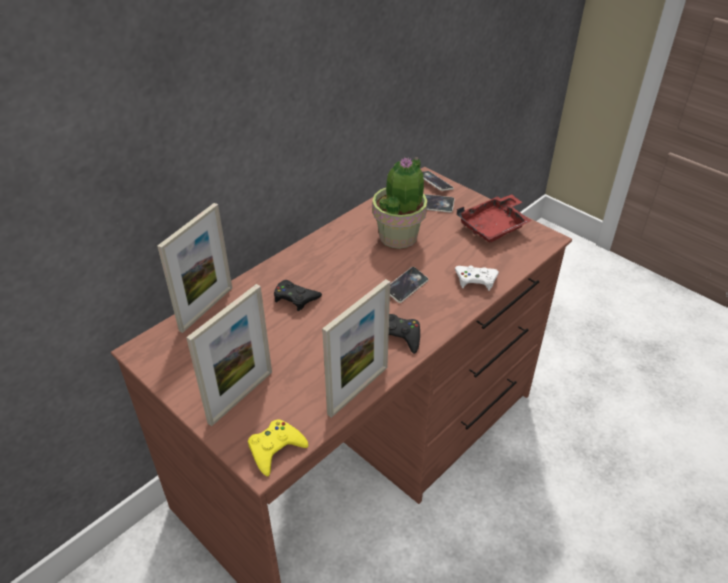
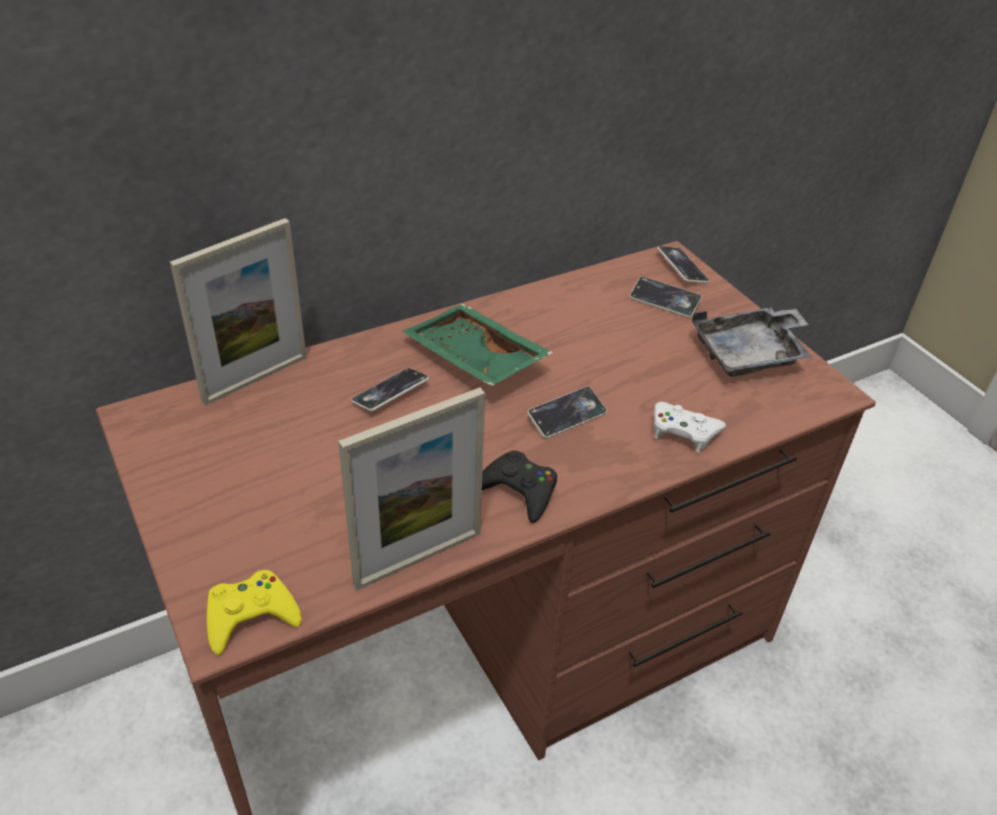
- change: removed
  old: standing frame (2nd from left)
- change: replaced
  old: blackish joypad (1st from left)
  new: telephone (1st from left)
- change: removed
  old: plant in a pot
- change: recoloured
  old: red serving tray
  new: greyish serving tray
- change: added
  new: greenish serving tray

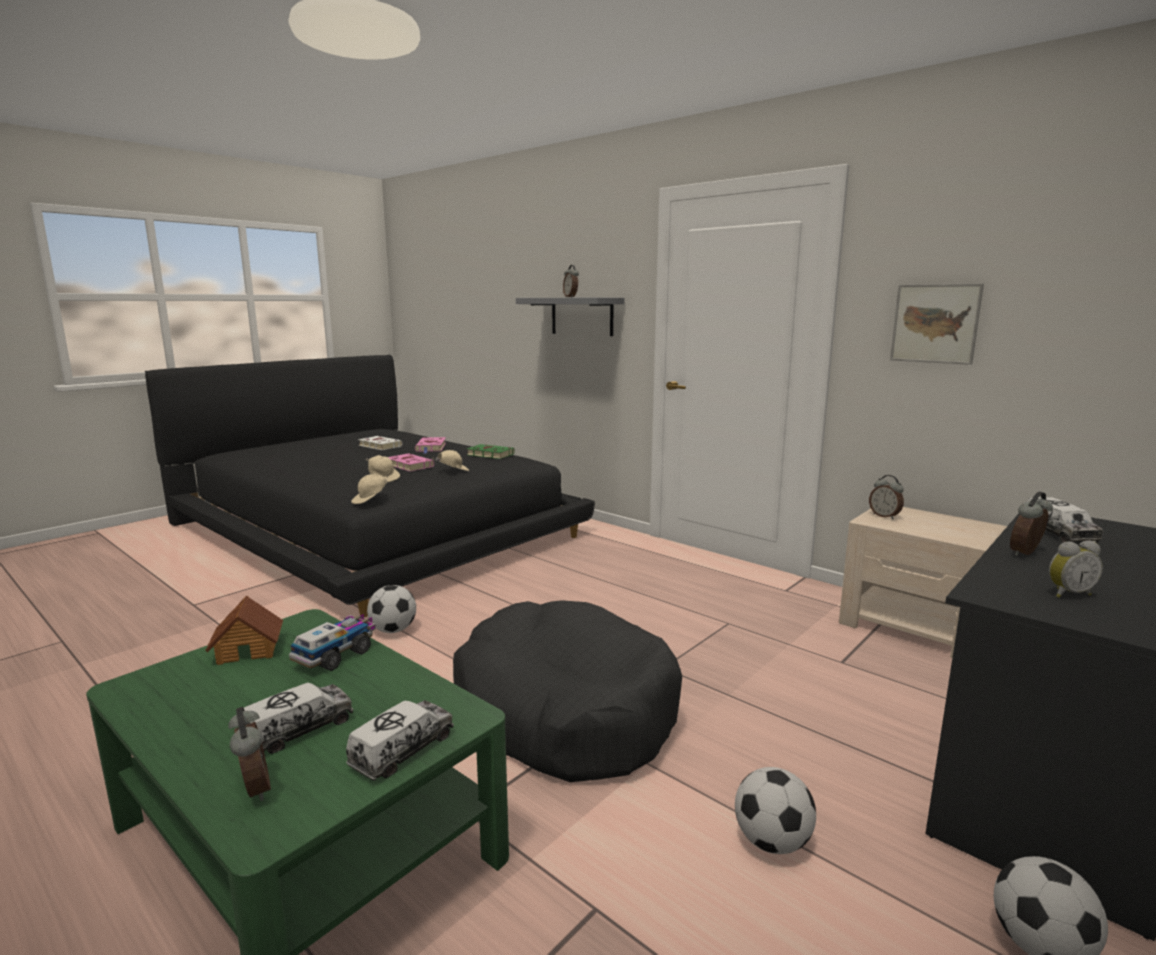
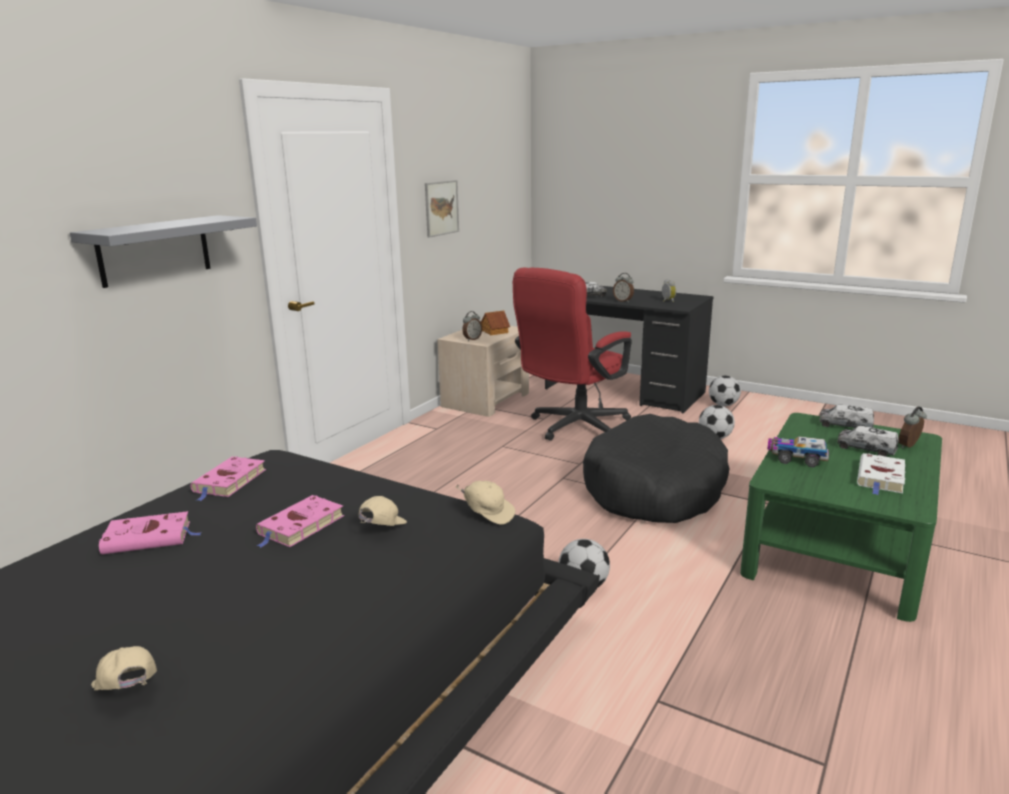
- change: moved
  old: toy house
- change: moved
  old: white-coloured volume
- change: moved
  old: beige-coloured peaked cap (3rd from left in the first image)
  new: beige-coloured peaked cap (1st from left)
- change: recoloured
  old: greenish volume
  new: pink-coloured volume (2nd from left)
- change: removed
  old: bedside clock (2nd from left)
- change: added
  new: red computer chair

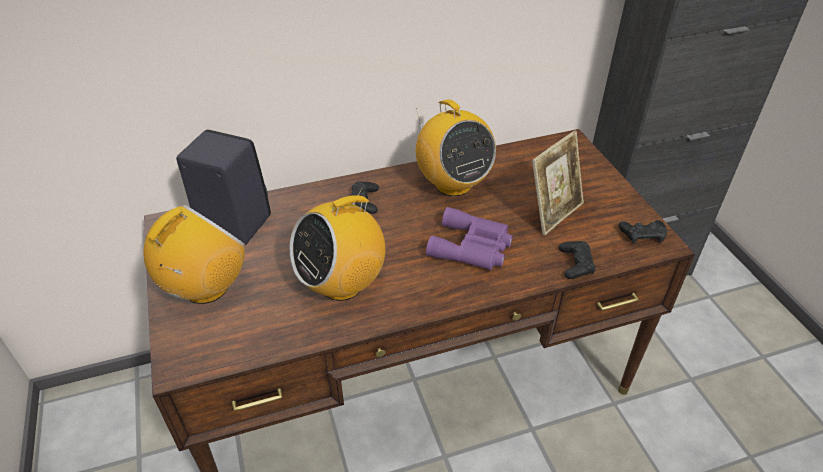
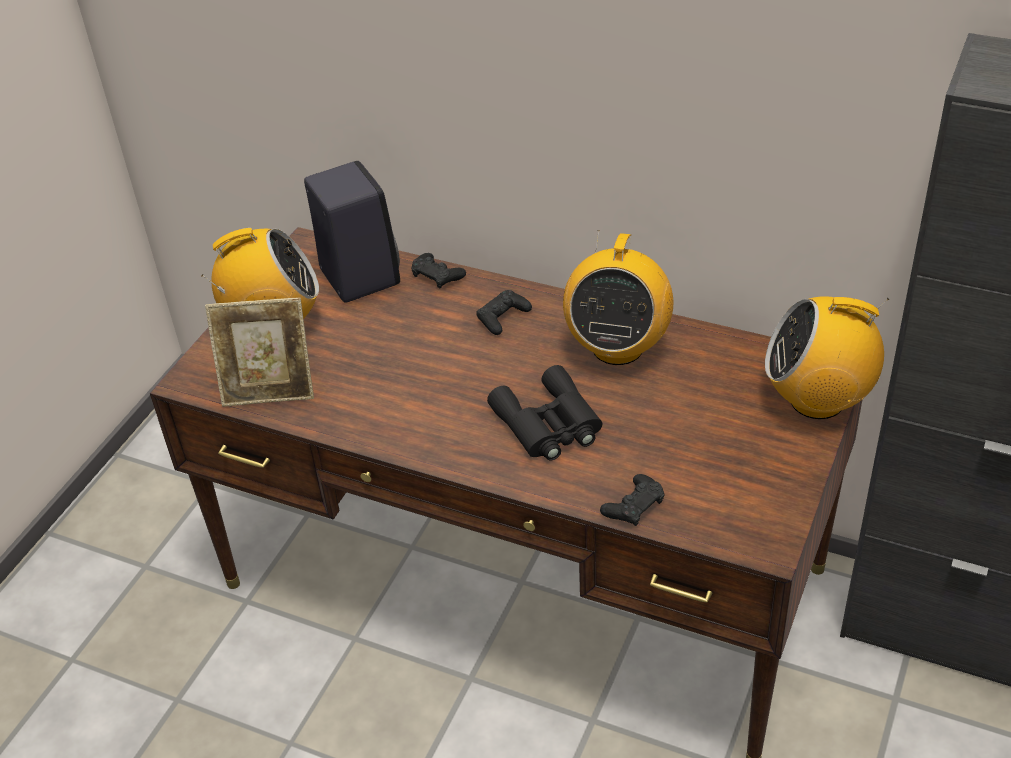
- change: moved
  old: radio set (2nd from left in the first image)
  new: radio set (3rd from left)
- change: recoloured
  old: purple-coloured pair of binoculars
  new: blackish pair of binoculars
- change: moved
  old: standing frame
- change: moved
  old: blackish joypad (3rd from left in the first image)
  new: blackish joypad (1st from left)

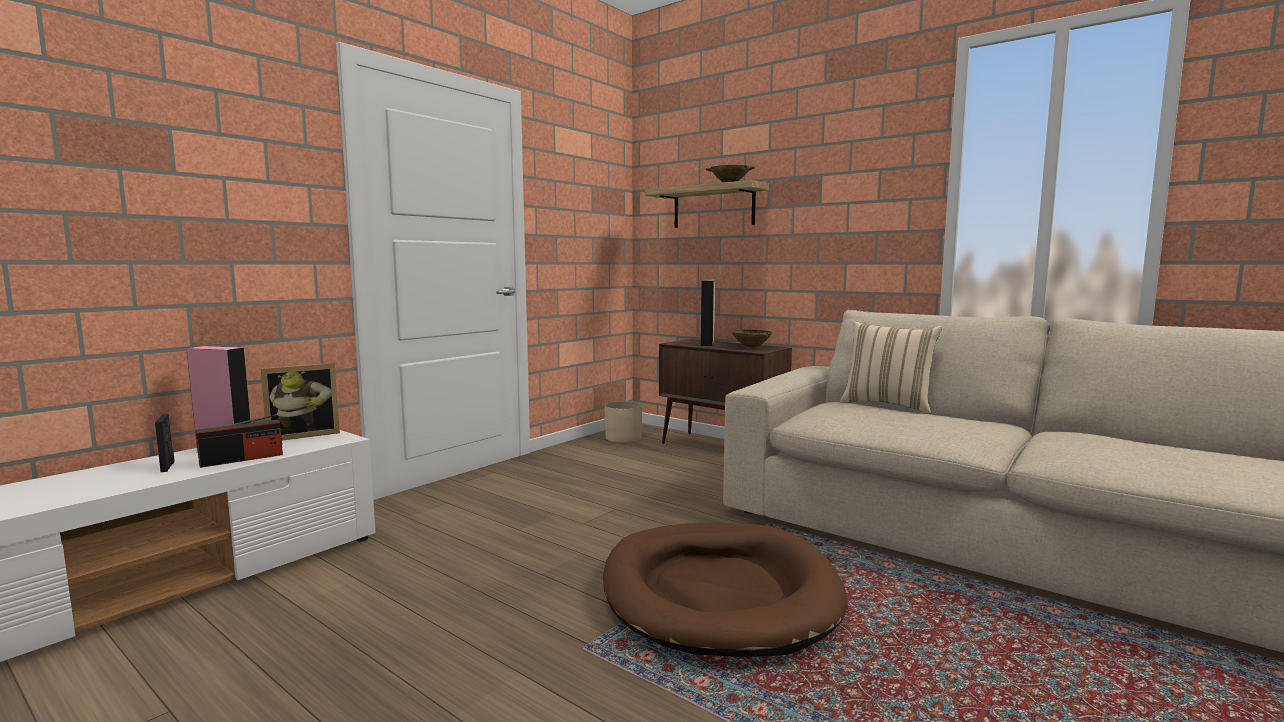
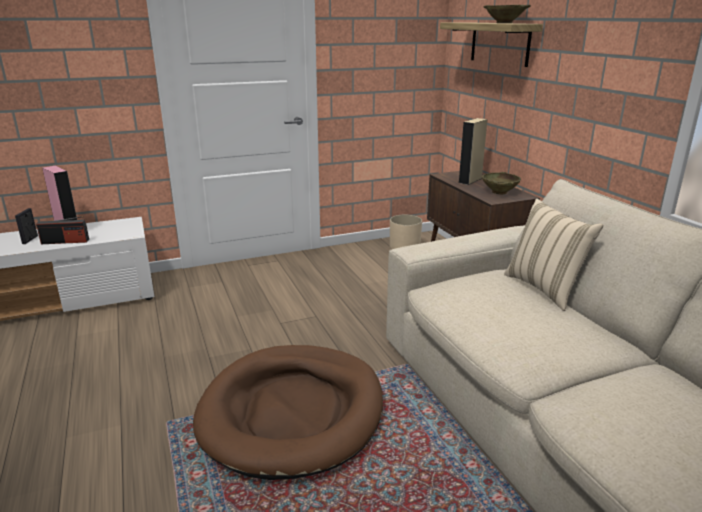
- change: removed
  old: standing frame (2nd from left)

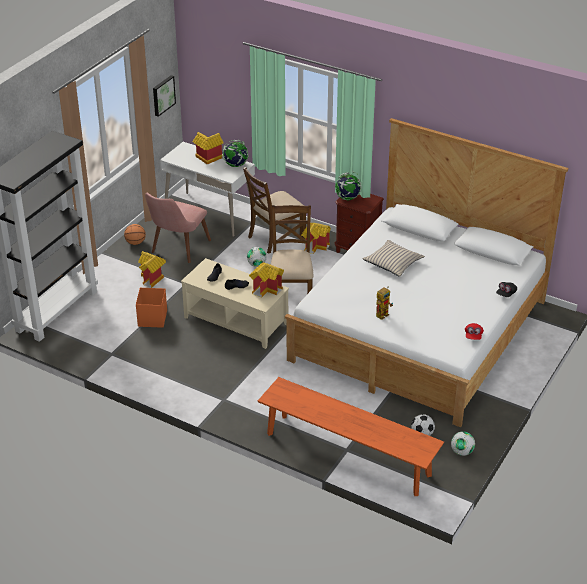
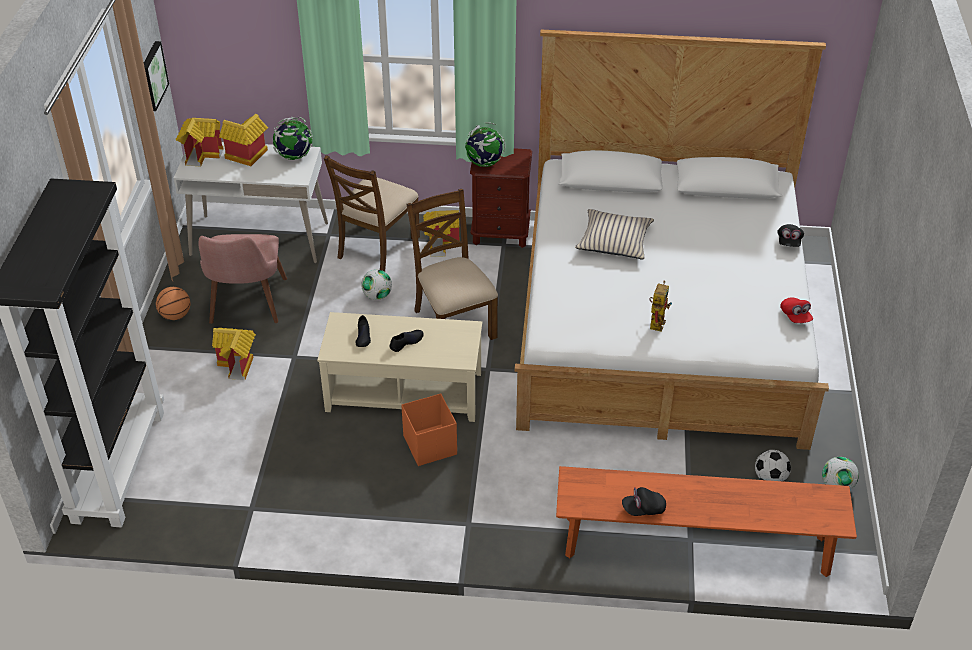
- change: moved
  old: orange storage bin
- change: moved
  old: toy house (3rd from left in the first image)
  new: toy house (1st from left)
- change: added
  new: blackish peaked cap (1st from left)

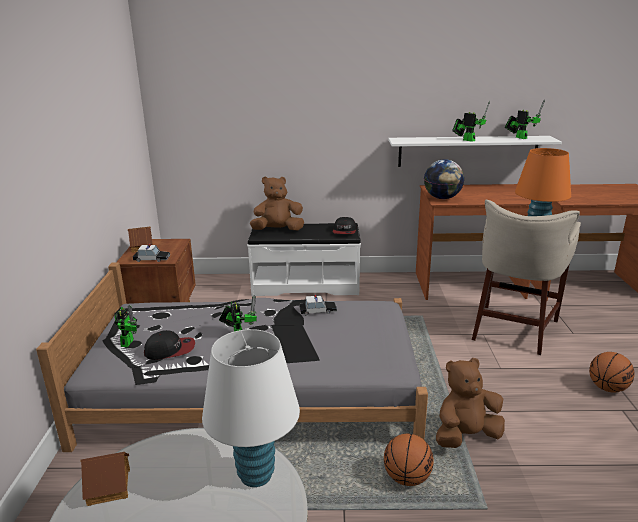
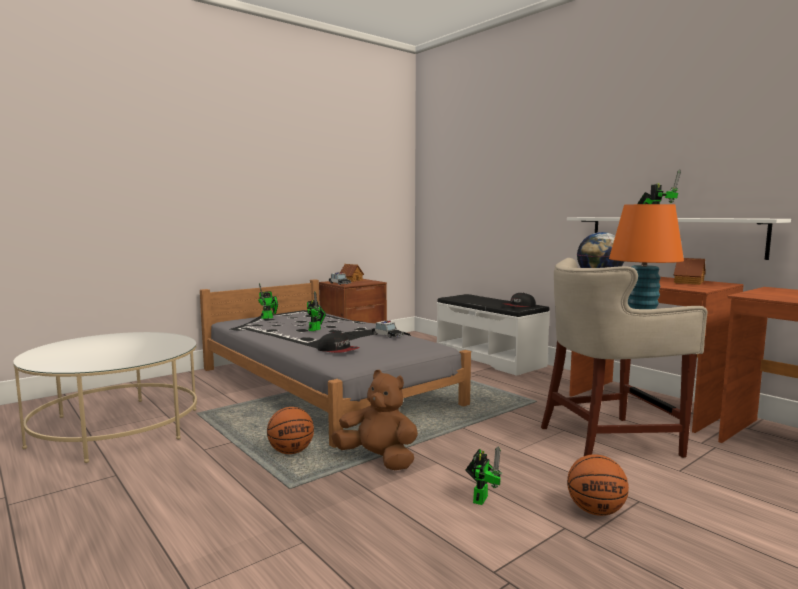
- change: moved
  old: toy house (1st from left in the first image)
  new: toy house (2nd from left)
- change: moved
  old: peaked cap (1st from left)
- change: removed
  old: white-coloured tabletop lamp
- change: removed
  old: brown-coloured cuddly toy (1st from left)
- change: moved
  old: robot figure (4th from left in the first image)
  new: robot figure (3rd from left)

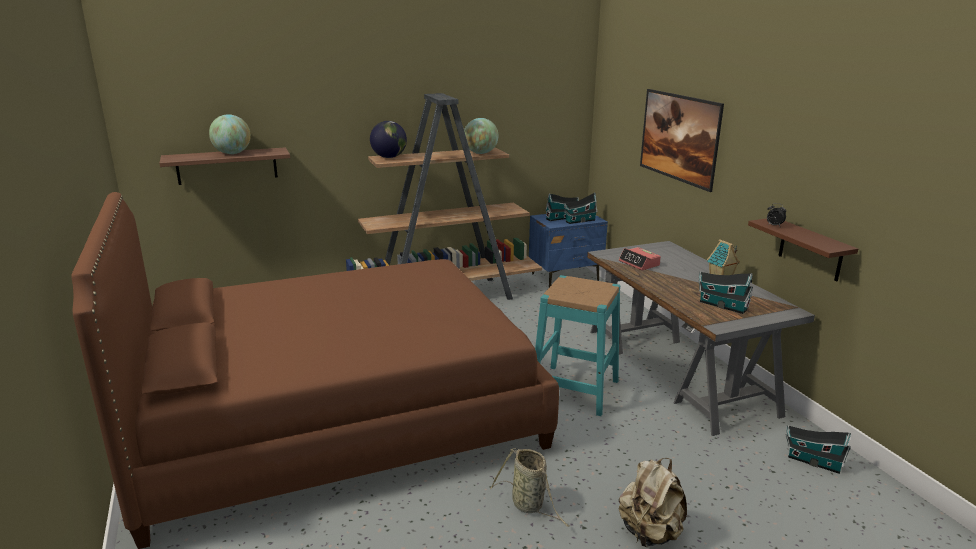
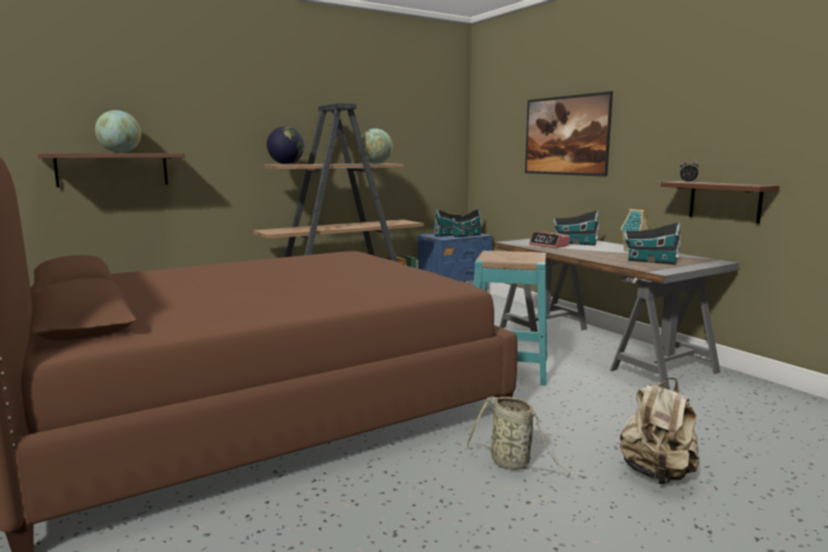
- change: moved
  old: toy house (5th from left in the first image)
  new: toy house (3rd from left)

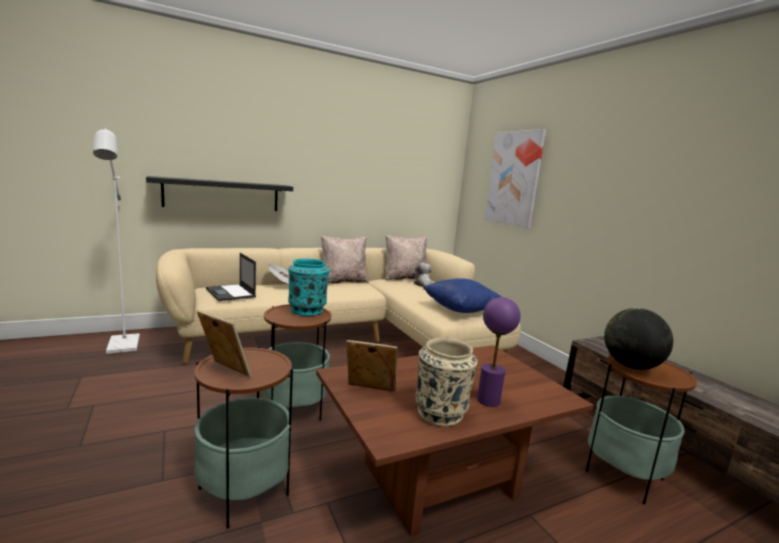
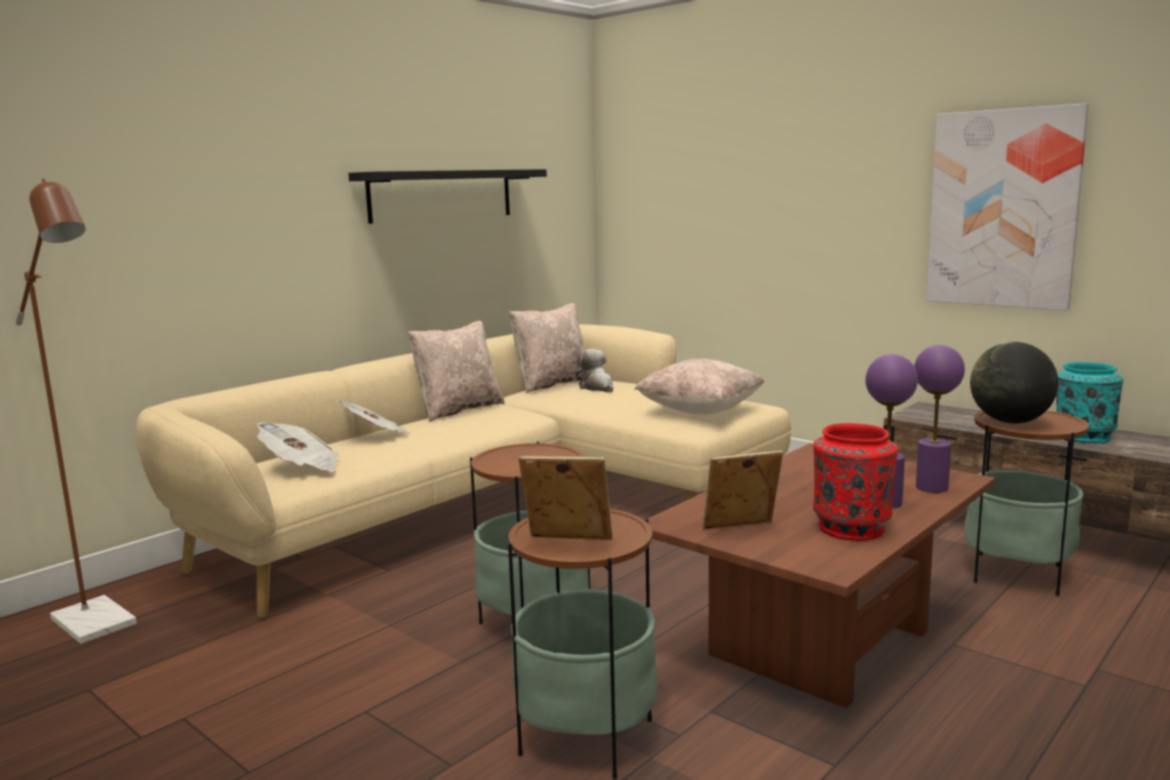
- change: recoloured
  old: white-coloured floor lamp
  new: brown-coloured floor lamp
- change: moved
  old: blackish bracket shelf
- change: replaced
  old: laptop
  new: newspaper (1st from left)
- change: moved
  old: blue-green flower vase
- change: recoloured
  old: beige-coloured flower vase
  new: red flower vase
- change: recoloured
  old: blue-coloured cushion
  new: beige-coloured cushion (3rd from left)
- change: moved
  old: wall art
- change: added
  new: purple-coloured tabletop lamp (2nd from left)

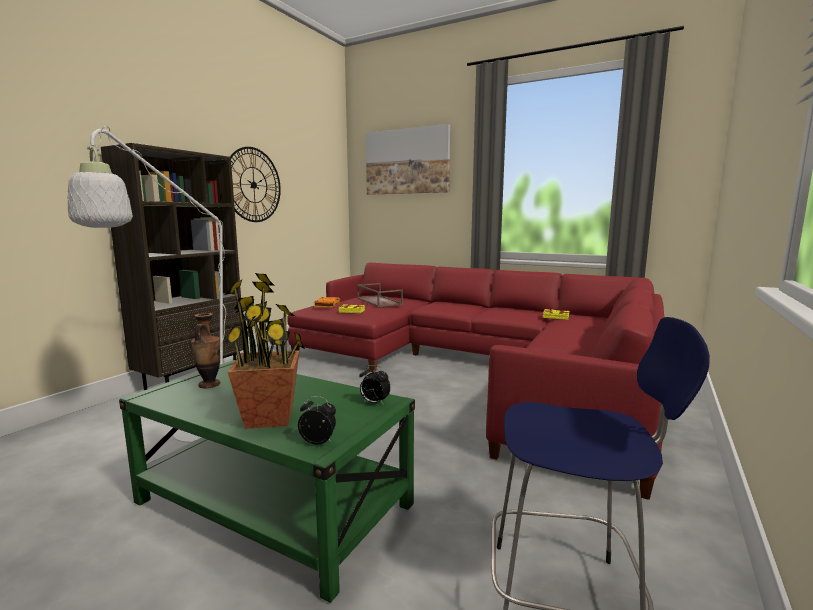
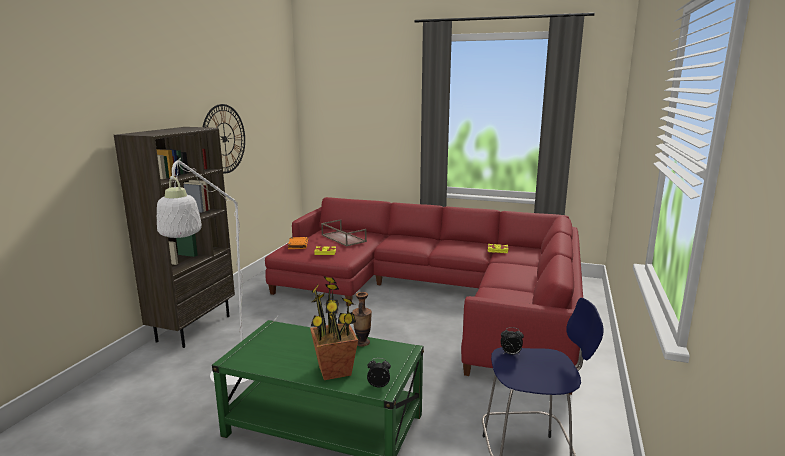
- change: moved
  old: flower vase
- change: moved
  old: bedside clock (2nd from left)
- change: removed
  old: wall art

